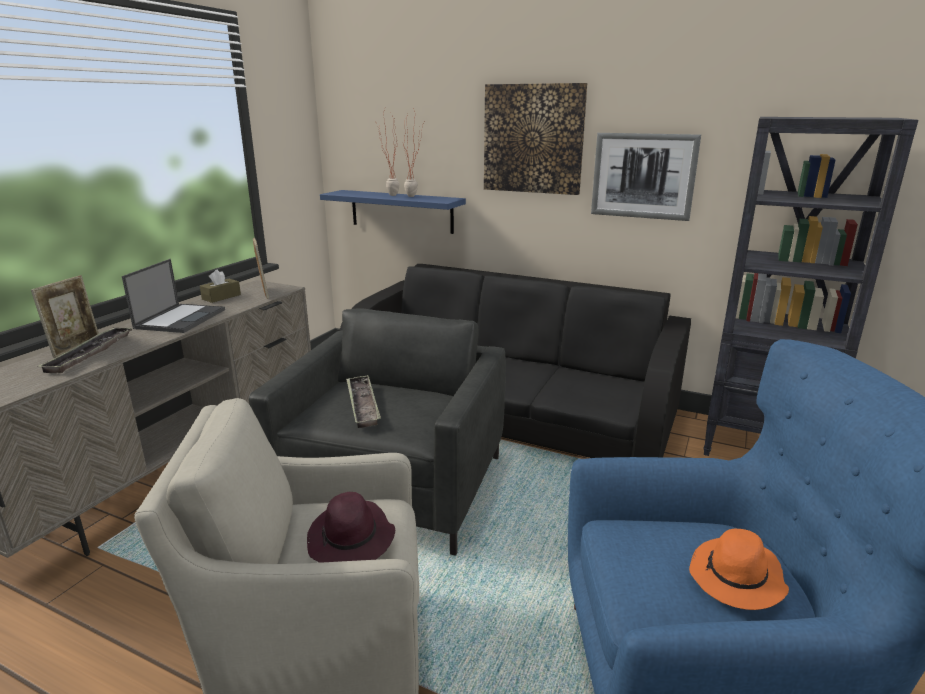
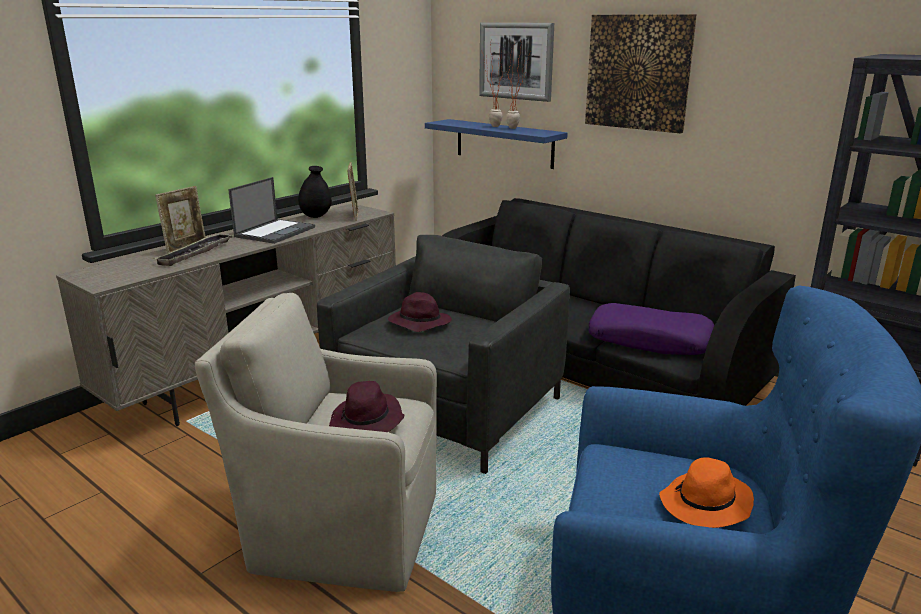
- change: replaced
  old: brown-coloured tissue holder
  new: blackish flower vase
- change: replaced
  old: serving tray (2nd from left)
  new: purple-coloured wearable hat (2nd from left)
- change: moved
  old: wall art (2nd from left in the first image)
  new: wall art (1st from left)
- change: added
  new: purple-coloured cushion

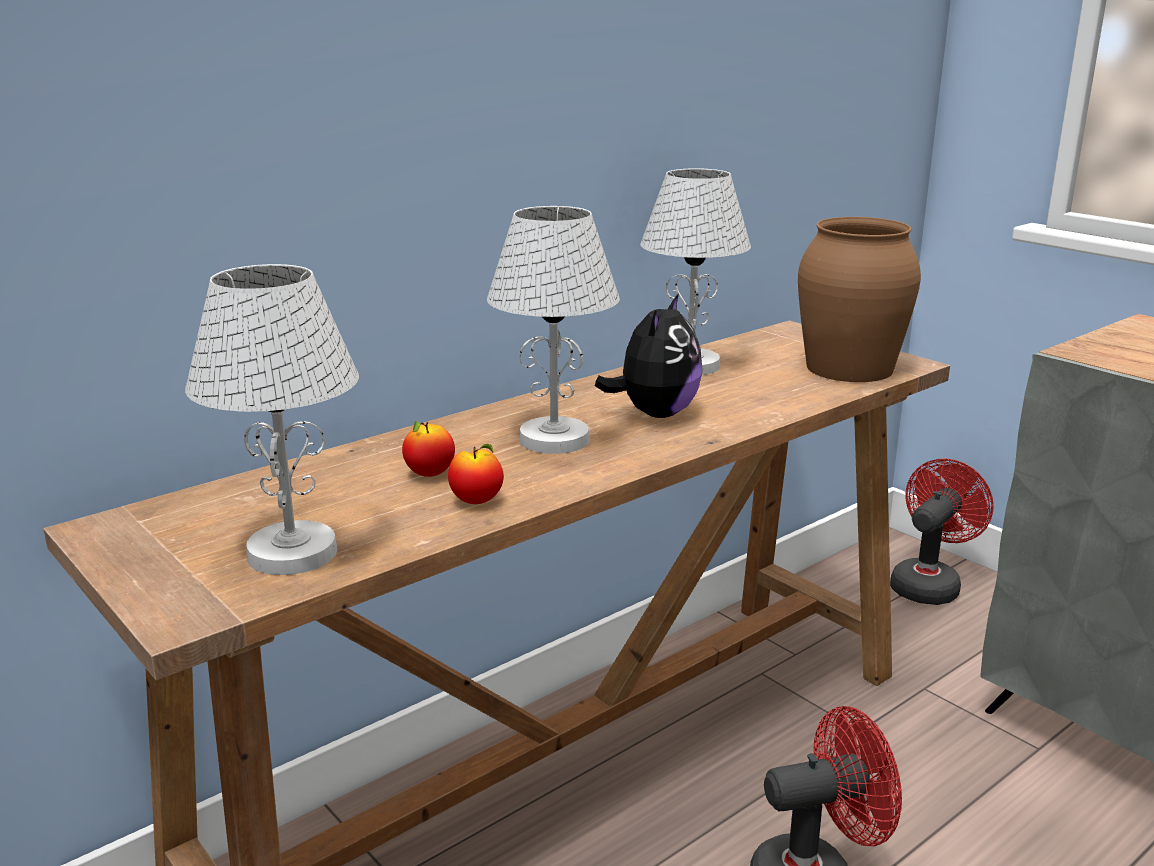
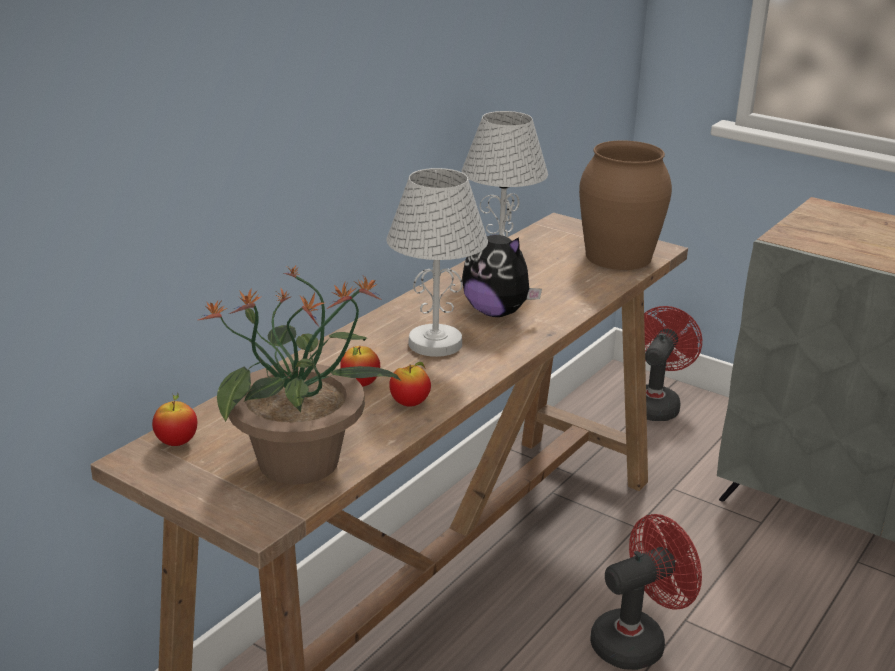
- change: replaced
  old: white-coloured tabletop lamp (1st from left)
  new: plant in a pot
- change: turned
  old: cuddly toy
  degrees: 120
- change: added
  new: apple (1st from left)

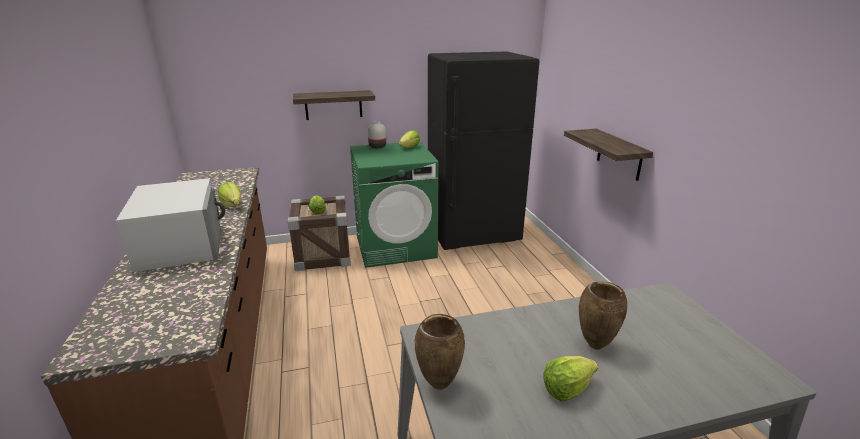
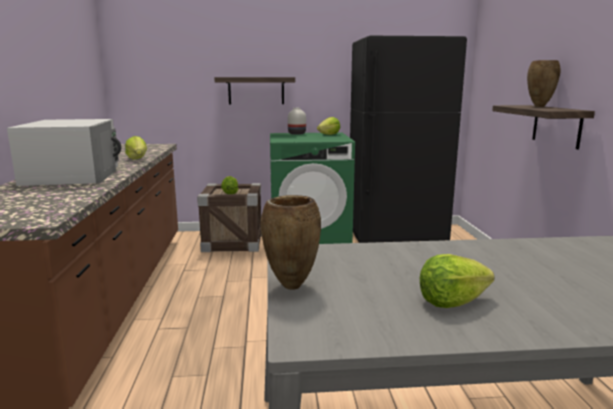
- change: moved
  old: brown-coloured flower vase (2nd from left)

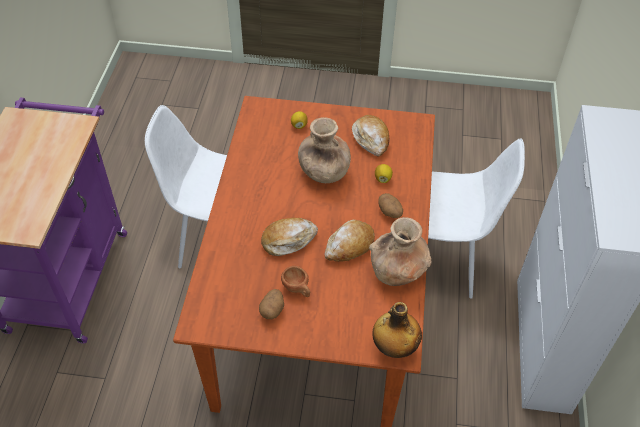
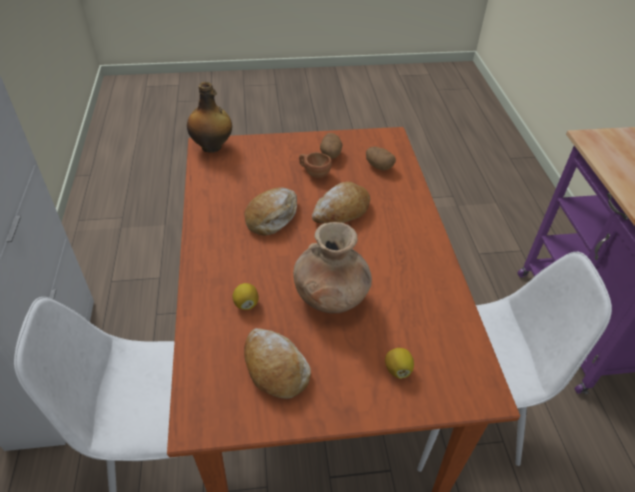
- change: removed
  old: brown-coloured flower vase (2nd from left)
- change: moved
  old: spud (2nd from left)

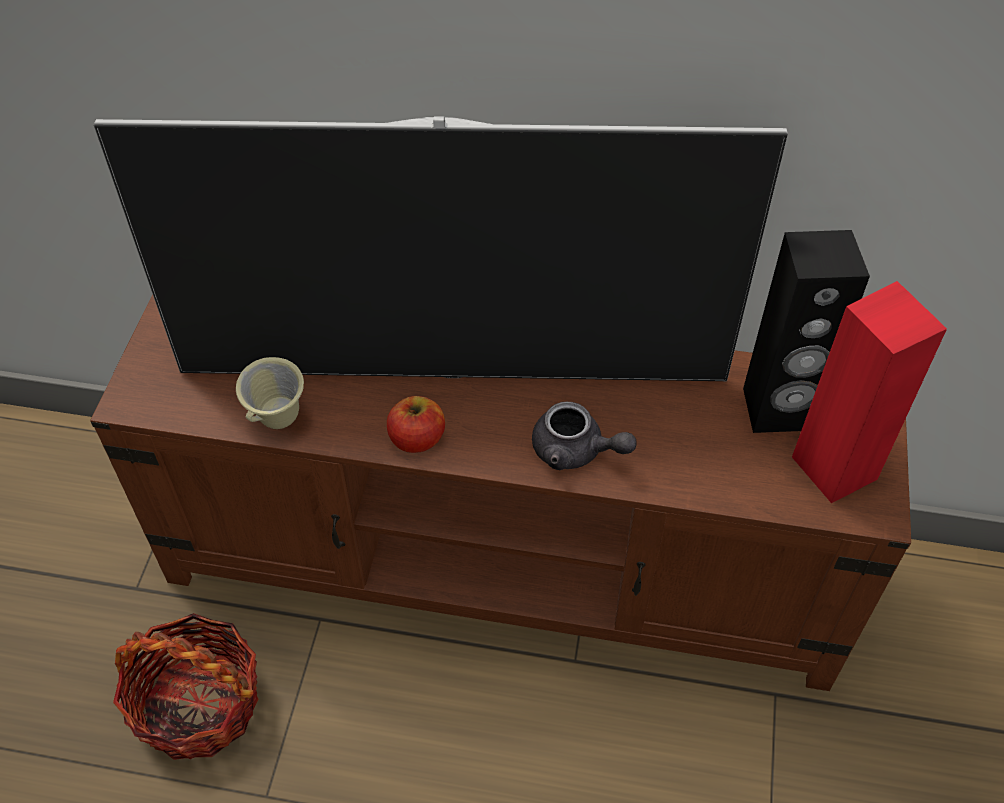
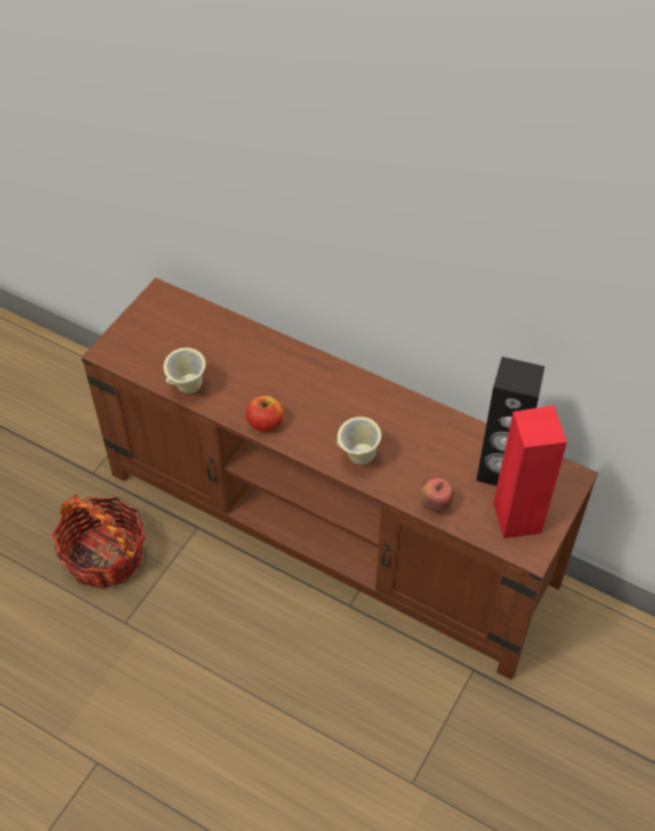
- change: removed
  old: TV
- change: replaced
  old: greyish teapot
  new: beige-coloured coffee mug (2nd from left)
- change: added
  new: apple (2nd from left)

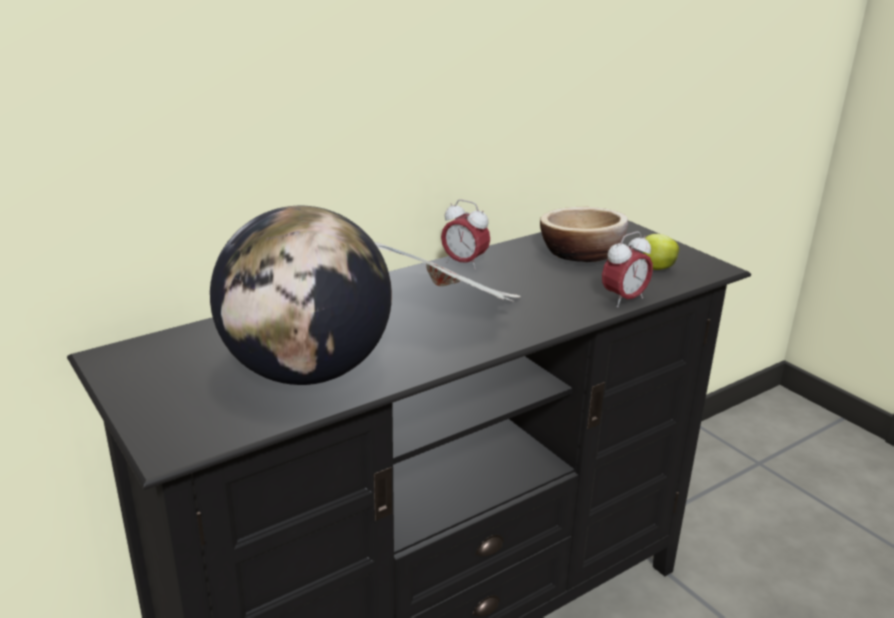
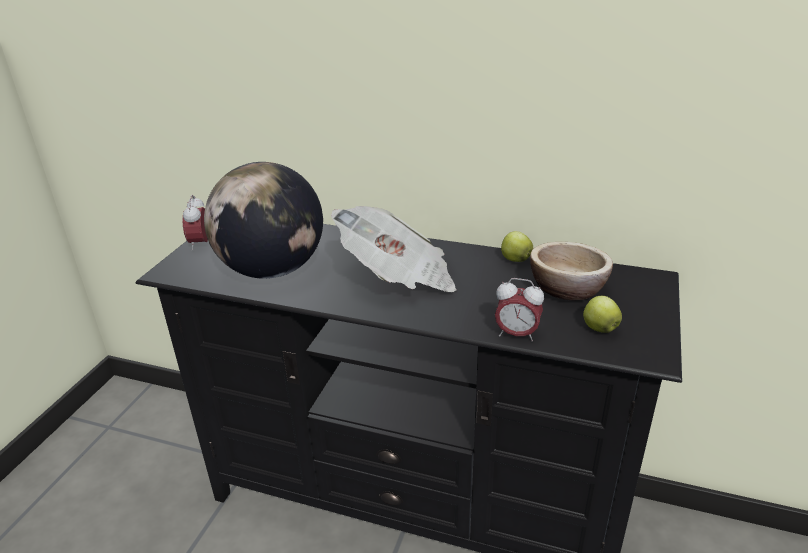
- change: moved
  old: bedside clock (1st from left)
- change: added
  new: apple (1st from left)

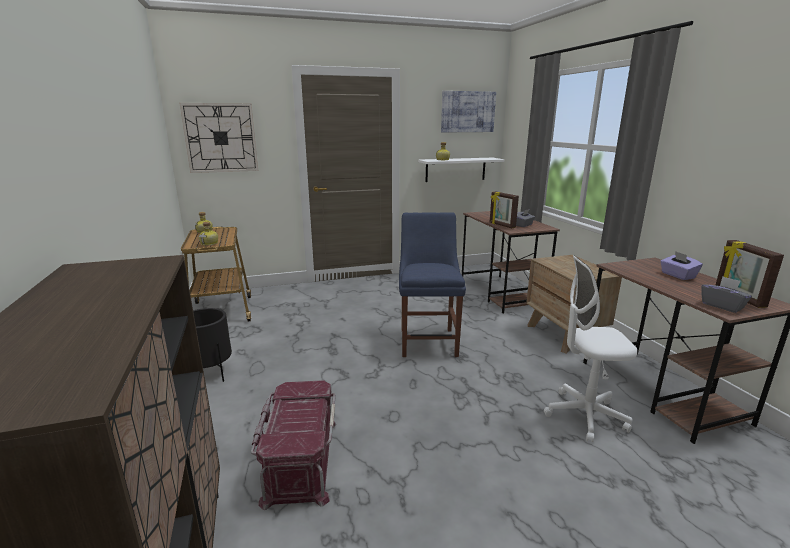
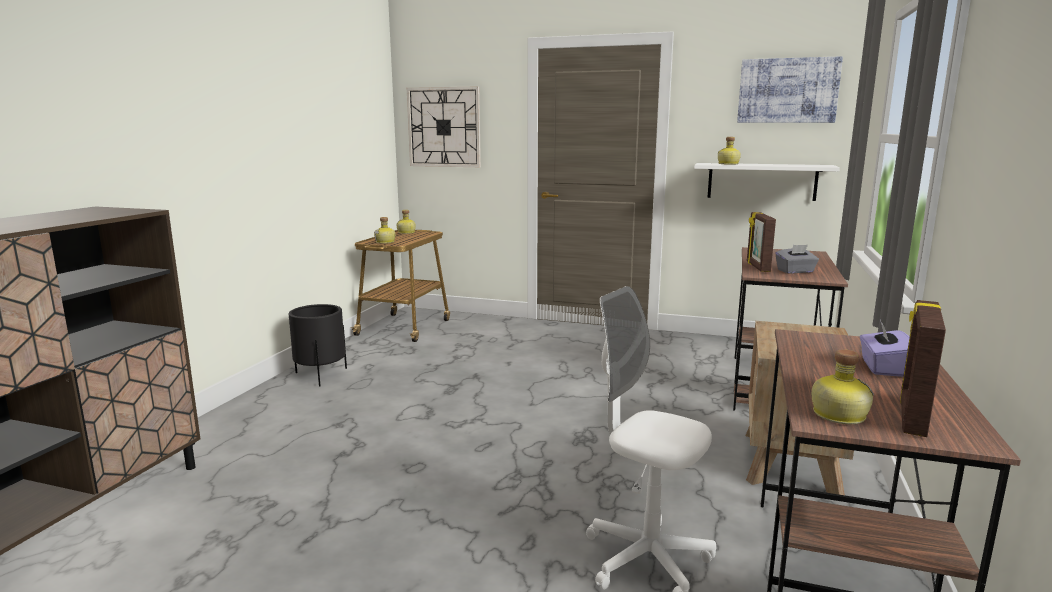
- change: removed
  old: red storage bin
- change: removed
  old: blue-coloured chair
- change: replaced
  old: greyish tissue holder (2nd from left)
  new: bottle (4th from left)

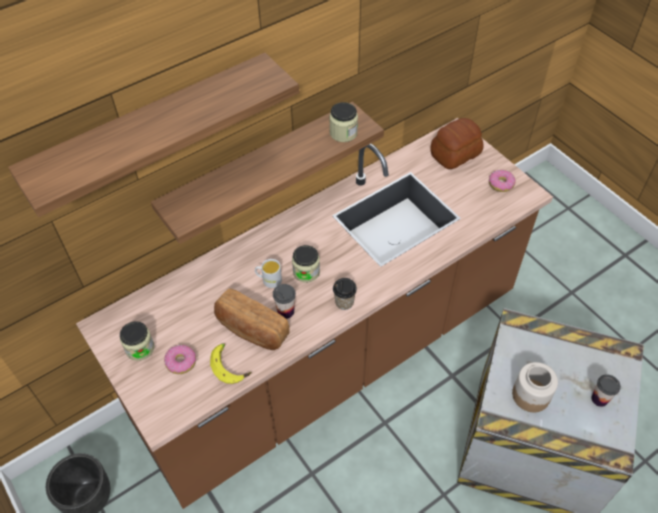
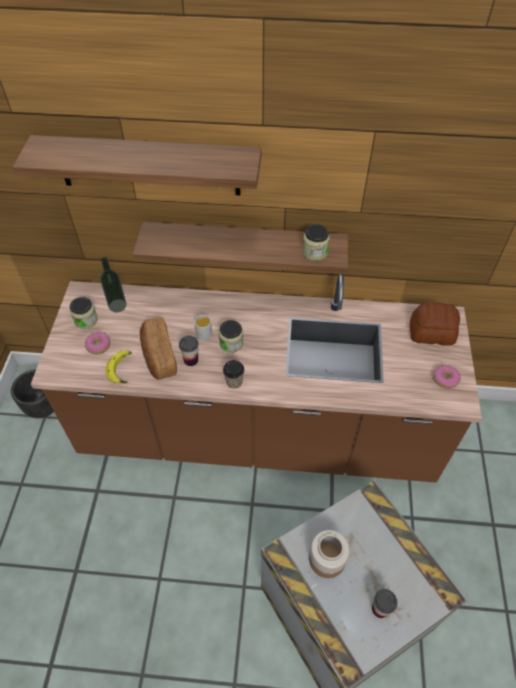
- change: added
  new: bottle

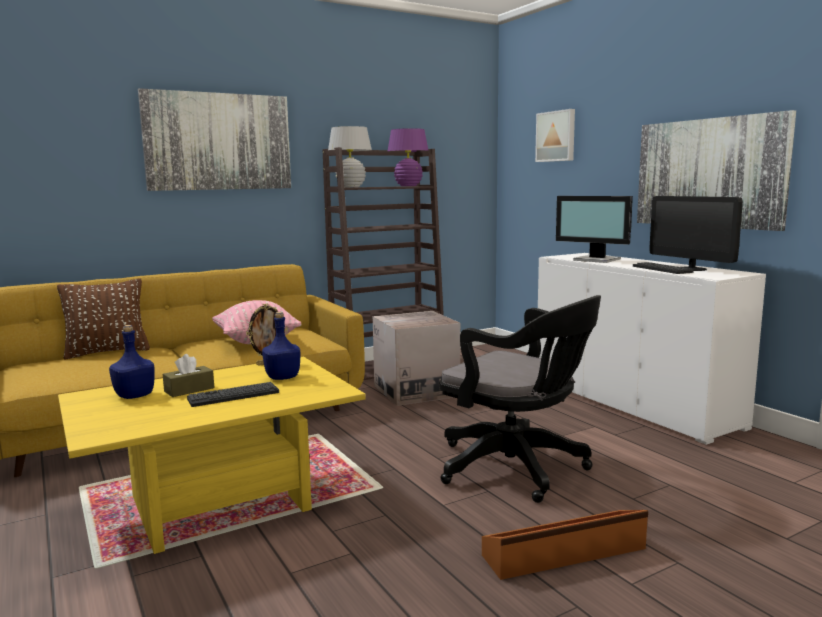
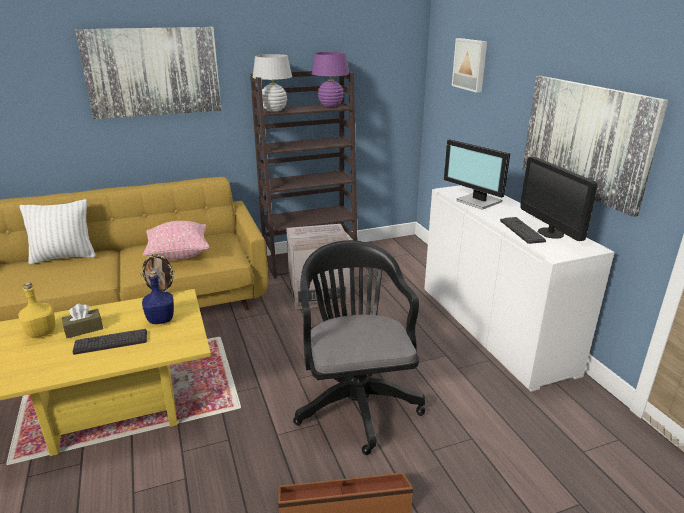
- change: recoloured
  old: brown-coloured cushion
  new: white-coloured cushion
- change: recoloured
  old: blue-coloured bottle (1st from left)
  new: yellow bottle
- change: turned
  old: blackish computer chair
  degrees: -150

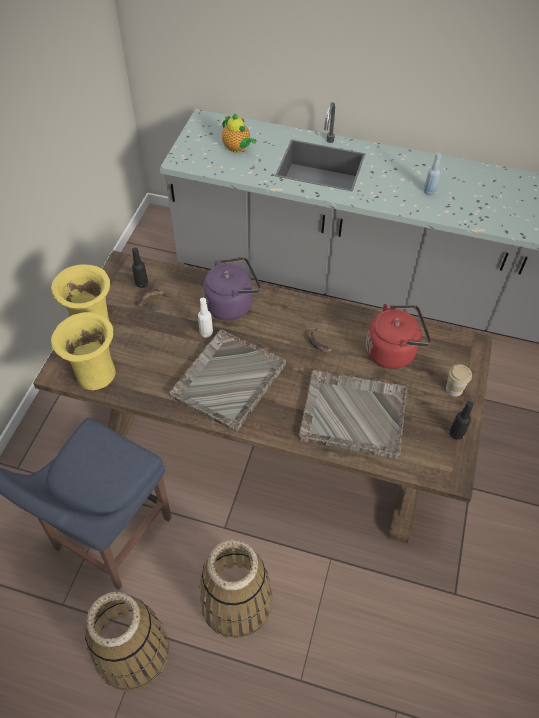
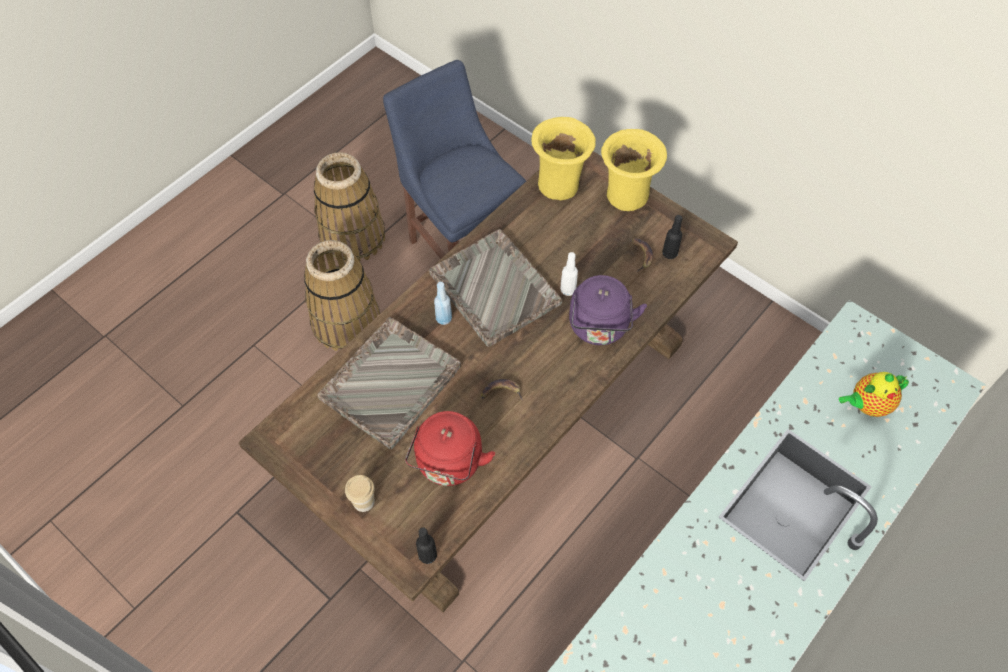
- change: moved
  old: blue-coloured bottle
- change: moved
  old: blackish bottle (2nd from left in the first image)
  new: blackish bottle (1st from left)

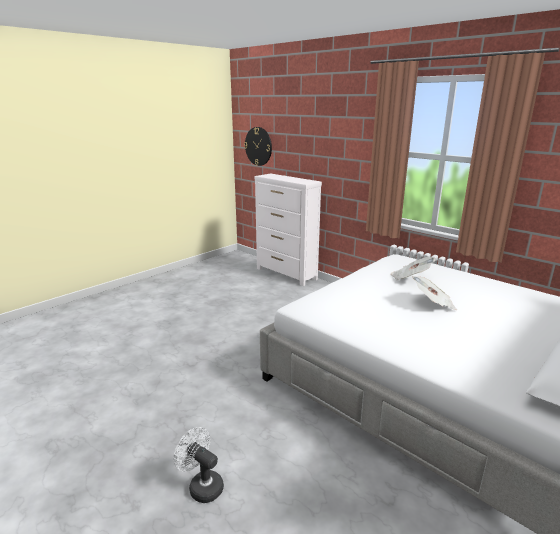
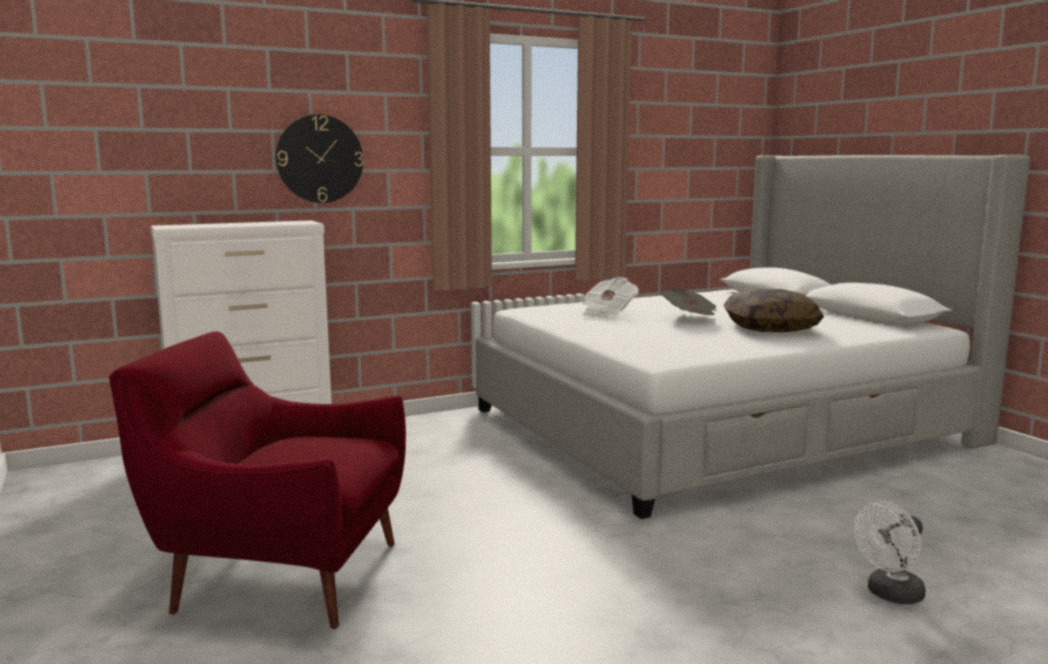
- change: moved
  old: wall clock
- change: added
  new: red armchair
- change: added
  new: cushion

